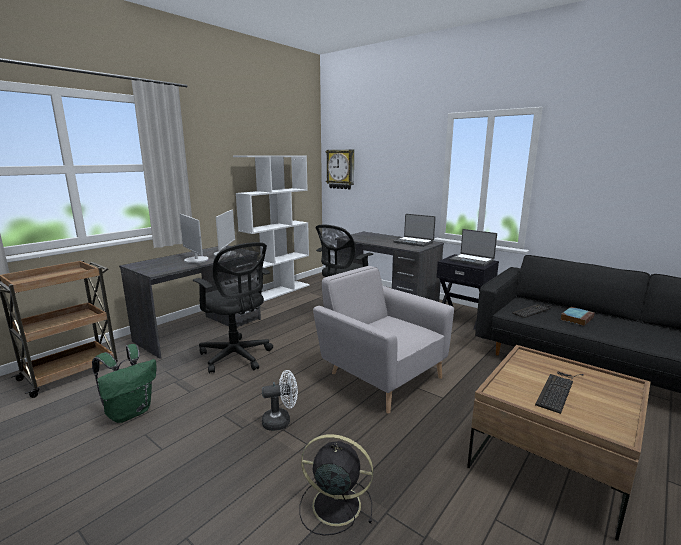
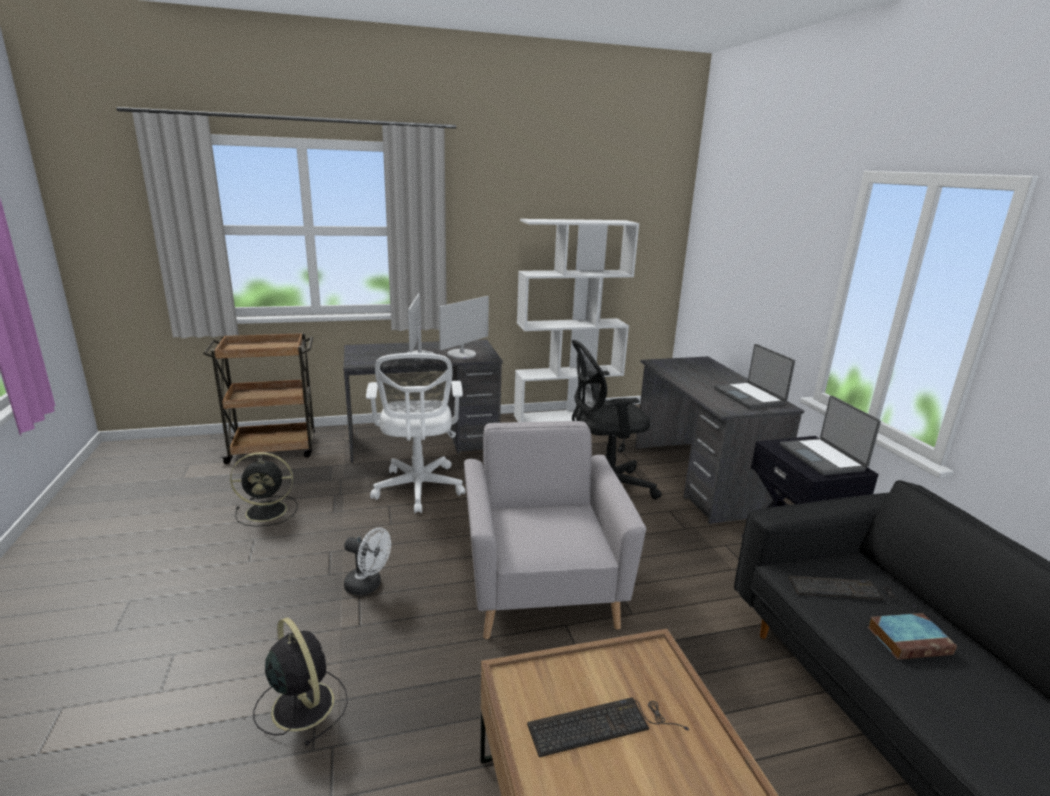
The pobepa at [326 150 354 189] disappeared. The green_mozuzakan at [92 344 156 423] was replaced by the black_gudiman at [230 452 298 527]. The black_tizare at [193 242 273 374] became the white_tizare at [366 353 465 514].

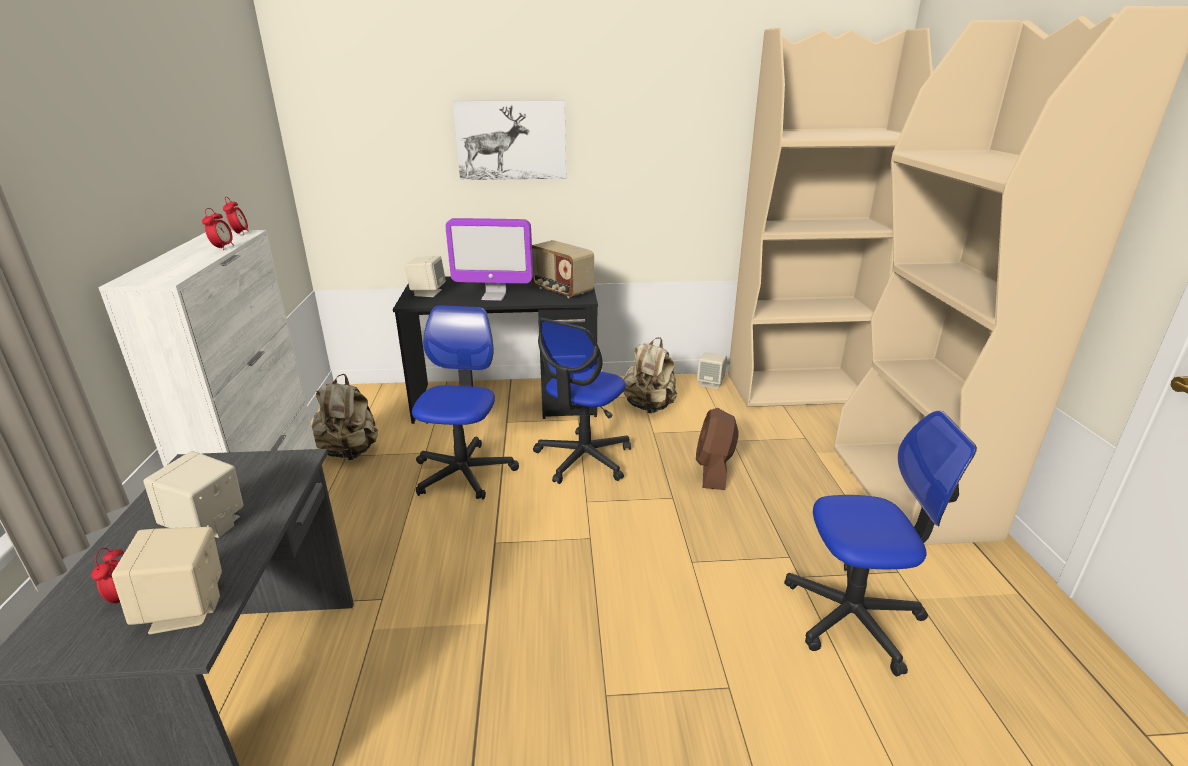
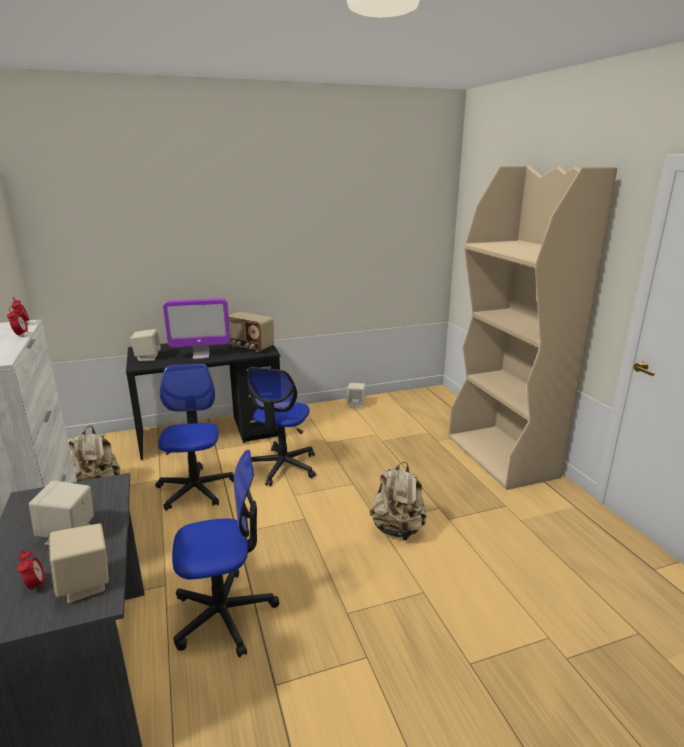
The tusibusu at [453 100 566 180] disappeared. The brown_gudiman at [696 408 739 490] disappeared. The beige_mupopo at [728 28 933 407] disappeared. The beige_mozuzakan moved from [623 337 677 413] to [370 462 427 541]. The tizare moved from [784 411 977 676] to [172 450 279 658].

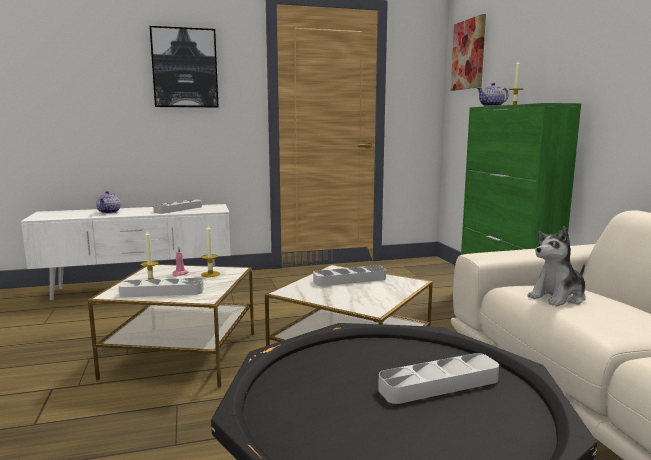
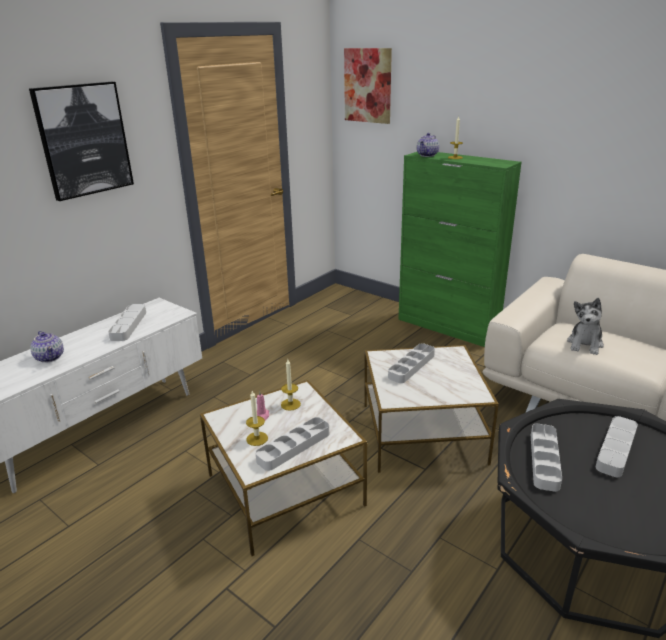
The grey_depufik at [531 424 562 492] appeared.

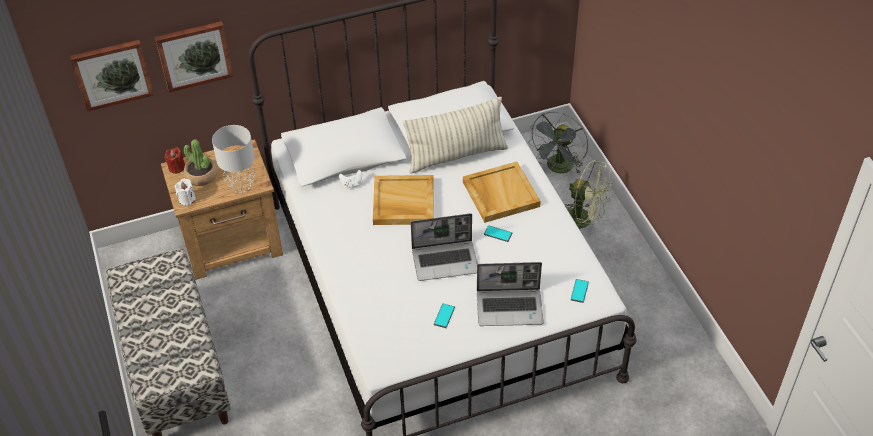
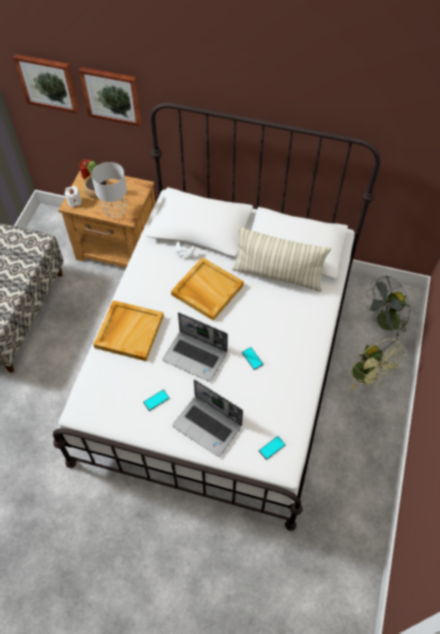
The beige_depufik moved from [463 162 541 223] to [93 300 164 361].

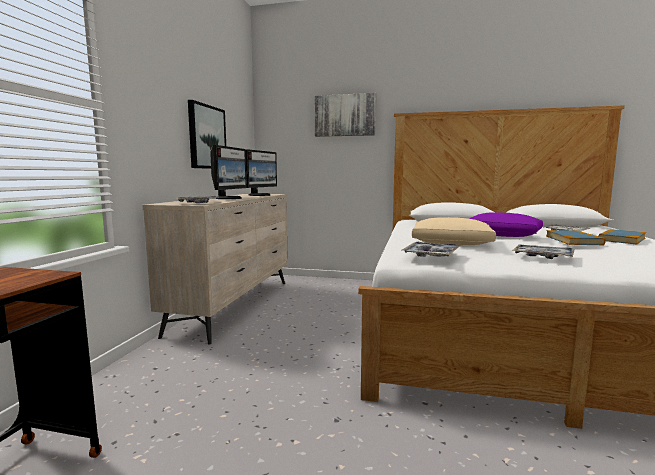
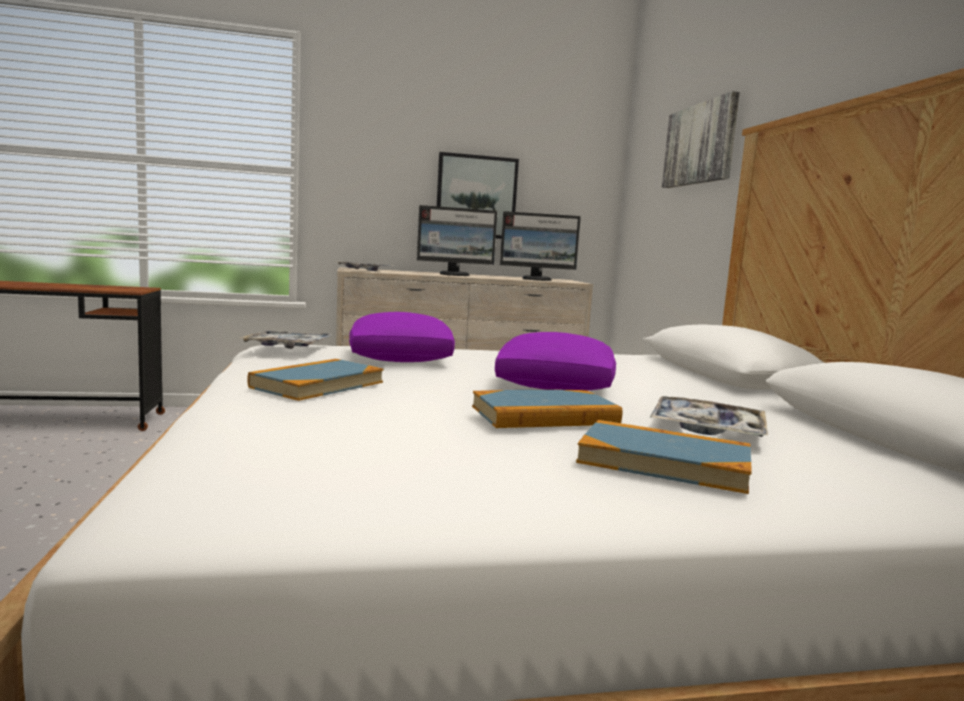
The depufik at [512 245 575 259] was replaced by the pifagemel at [248 359 383 401]. The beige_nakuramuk at [412 217 496 245] became the purple_nakuramuk at [349 312 455 362].

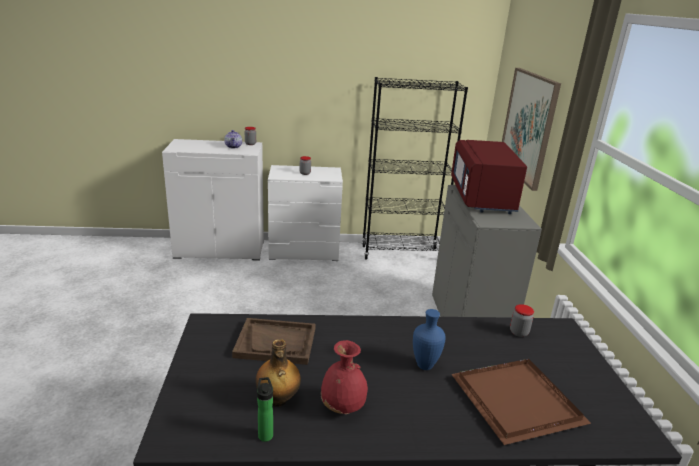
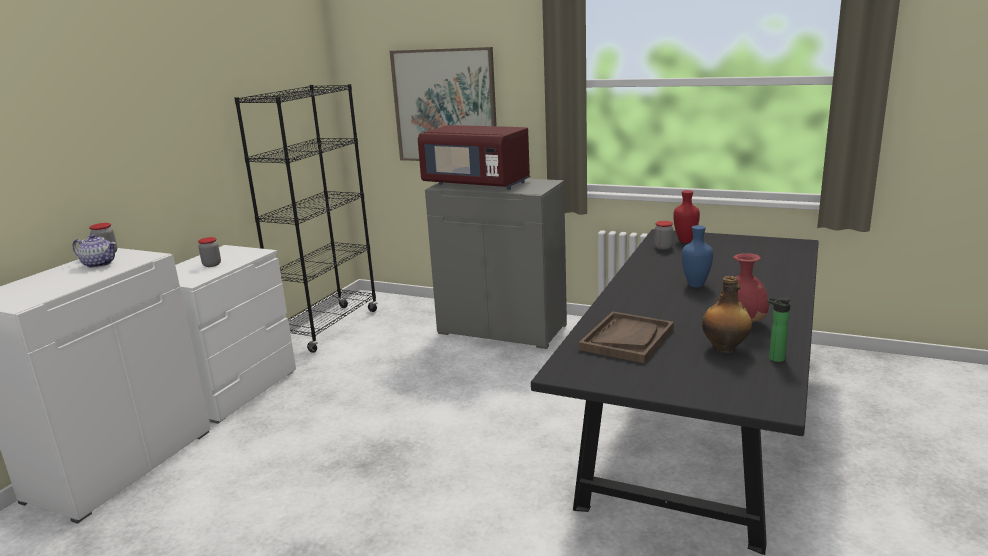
The brown_depufik at [451 359 591 445] disappeared. The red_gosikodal at [673 190 700 243] appeared.

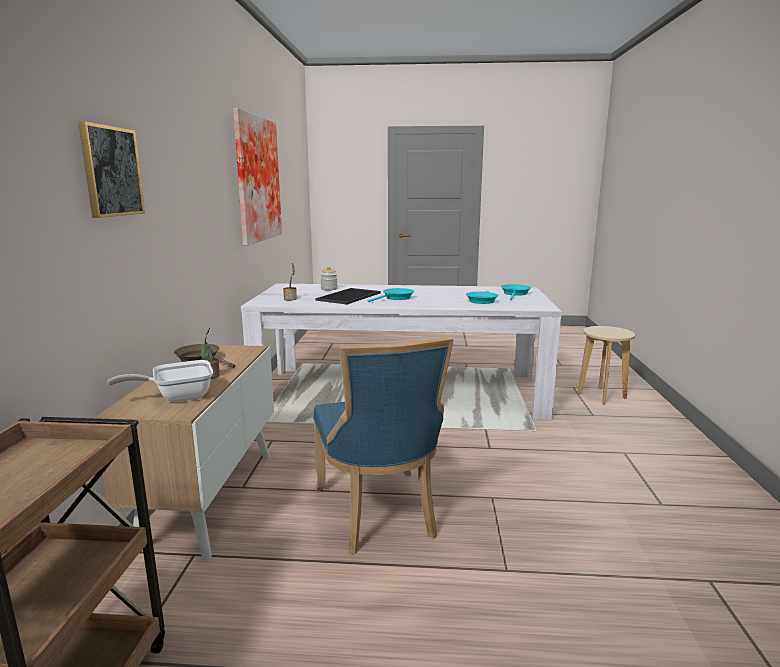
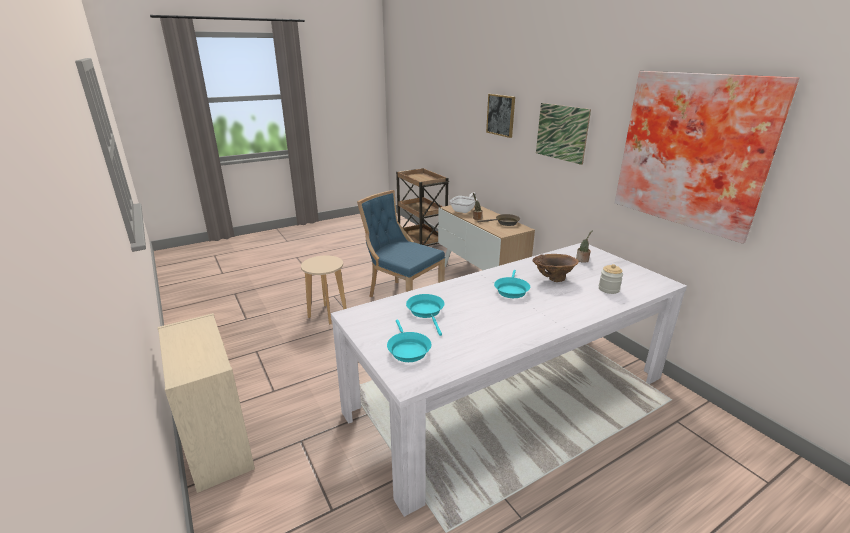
The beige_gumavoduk at [157 313 255 493] appeared. The tusibusu at [536 103 591 165] appeared. The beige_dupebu moved from [578 326 635 404] to [301 255 347 324]. The depufik at [315 288 381 305] was replaced by the brown_gosikodal at [533 254 579 282].

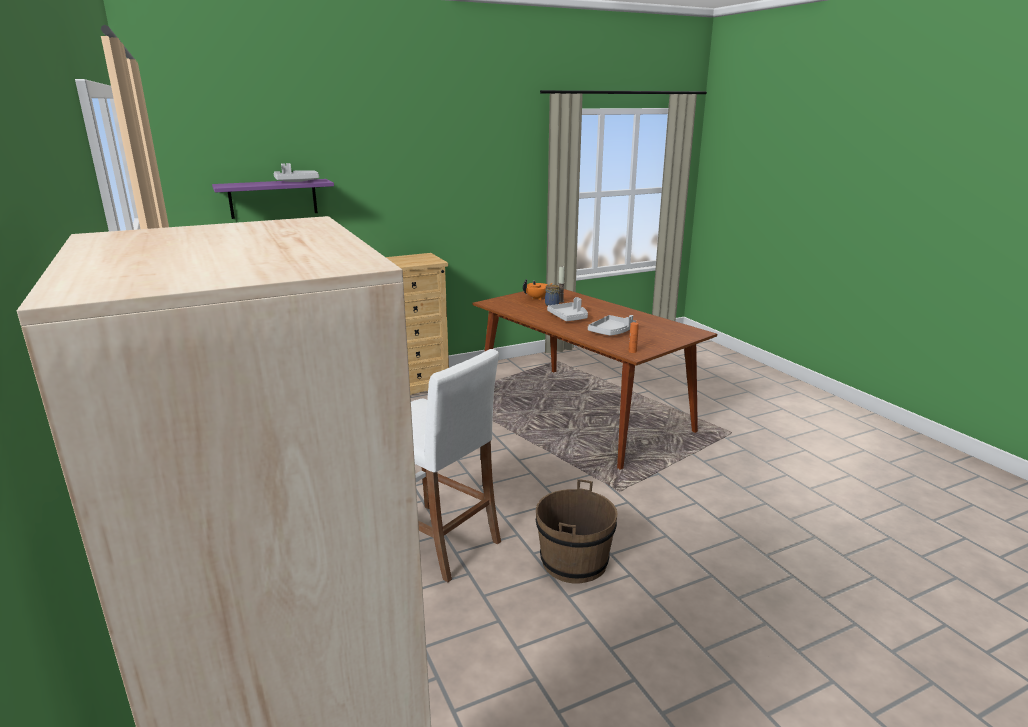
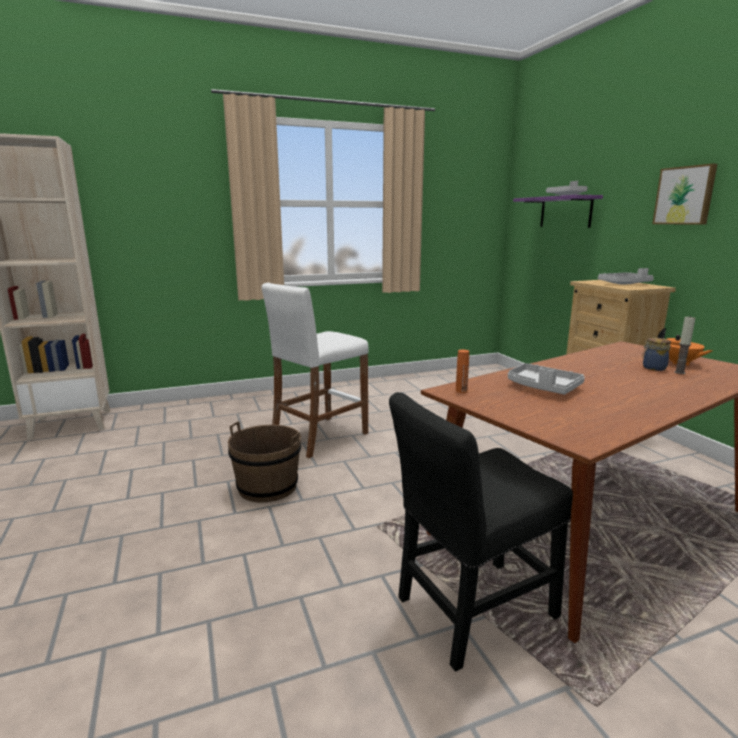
The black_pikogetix at [389 392 573 672] appeared. The tusibusu at [652 164 717 225] appeared. The grey_depufik moved from [547 297 588 321] to [598 268 654 285].

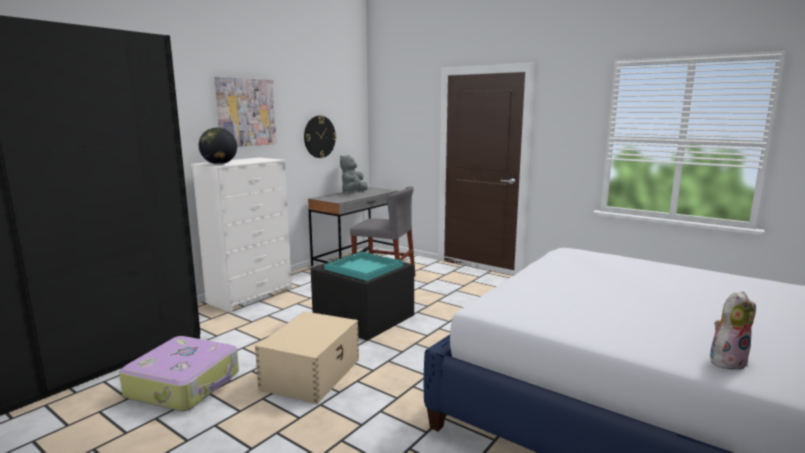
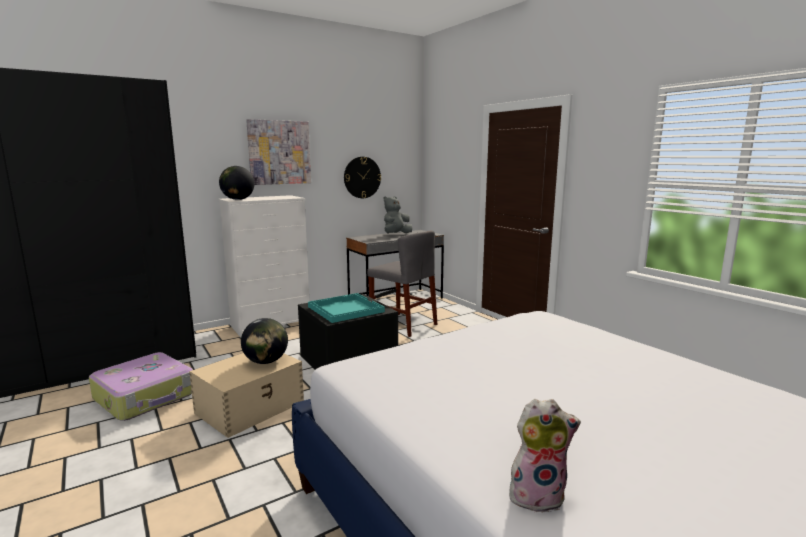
The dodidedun at [241 318 288 364] appeared.

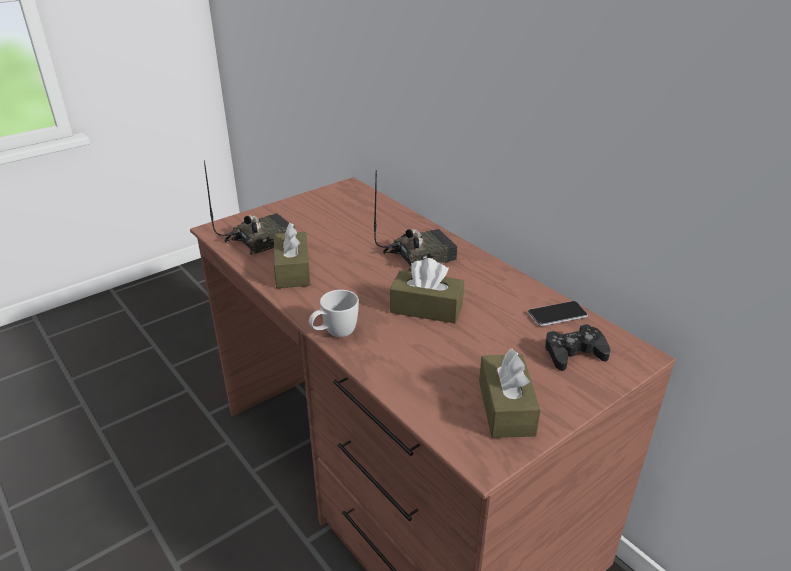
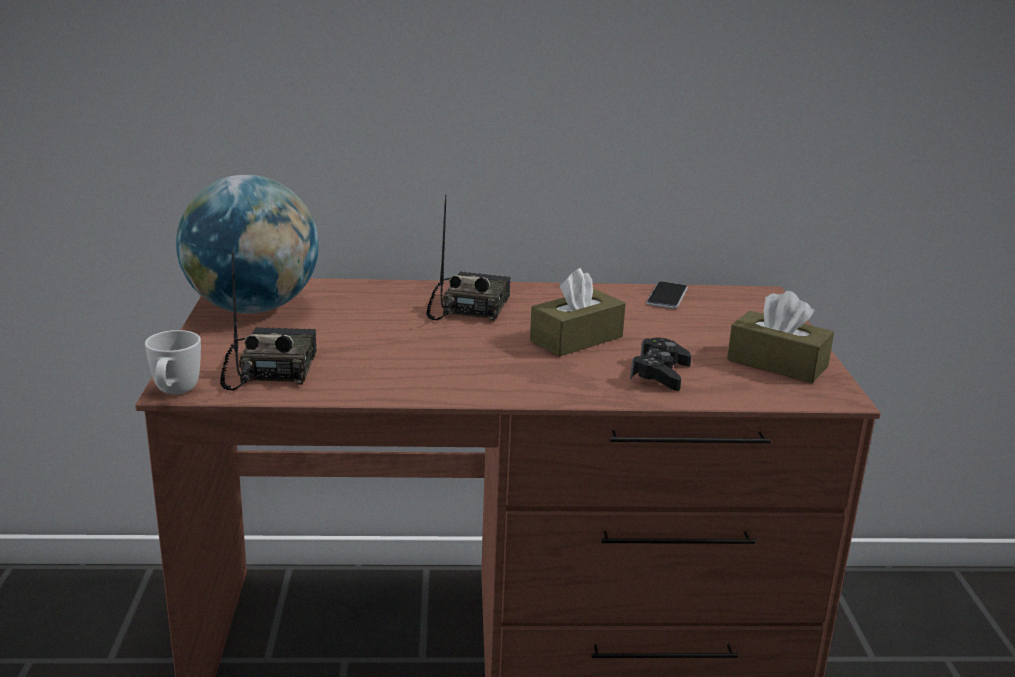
The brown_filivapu at [274 223 311 288] disappeared. The dodidedun at [176 175 319 314] appeared. The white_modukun moved from [309 290 359 337] to [145 330 201 394]. The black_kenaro moved from [545 324 610 371] to [630 338 691 391].

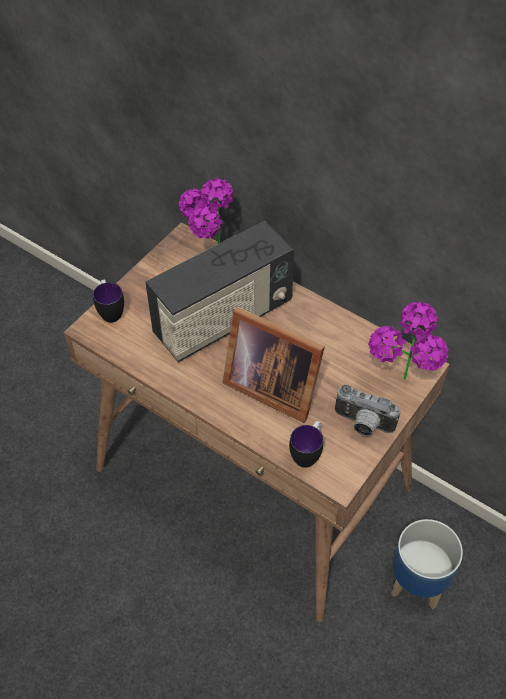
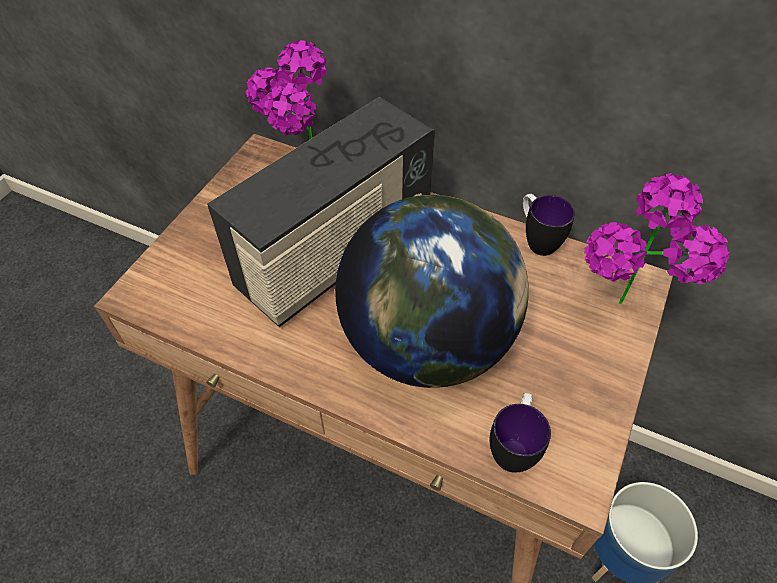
The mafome at [335 385 400 436] disappeared. The modukun moved from [93 280 124 322] to [522 194 575 256]. The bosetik at [222 306 325 423] was replaced by the dodidedun at [335 195 529 388].

